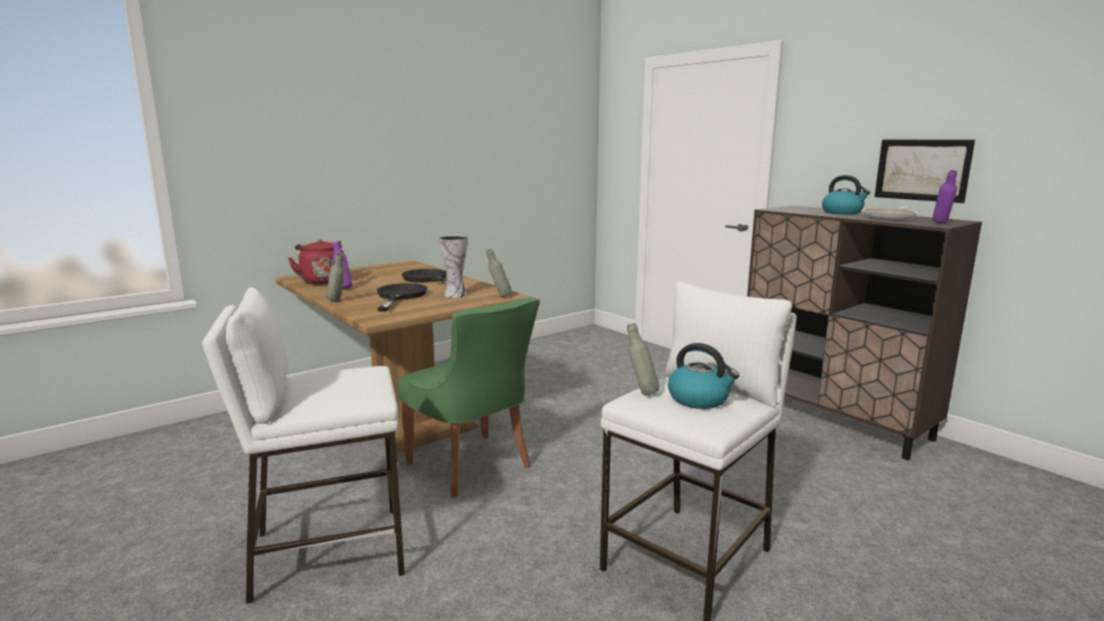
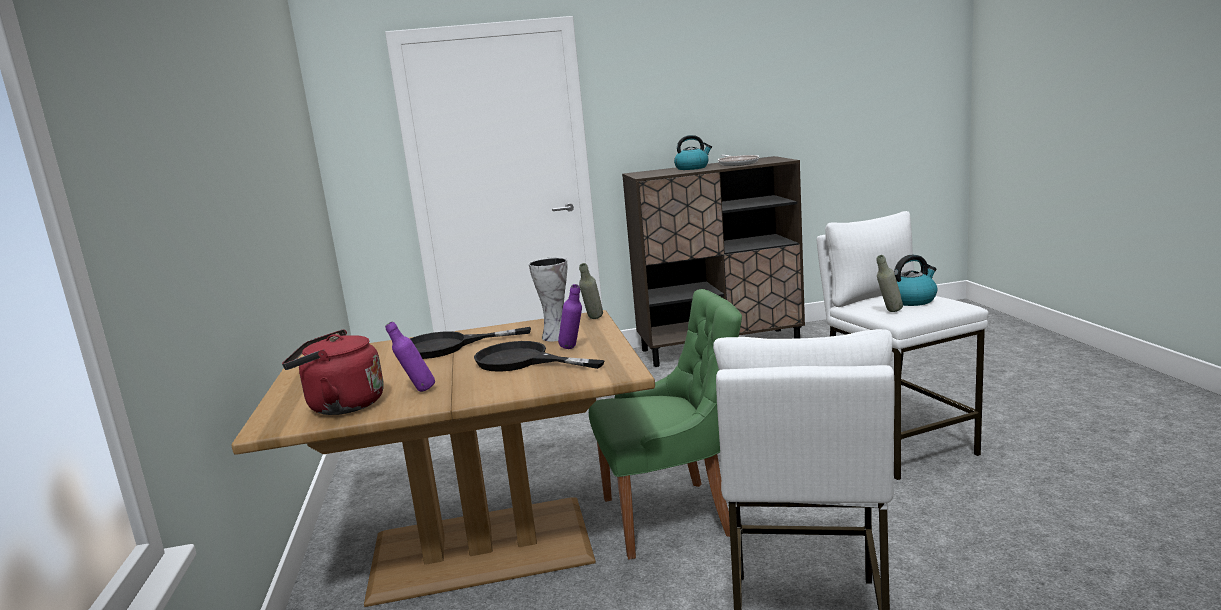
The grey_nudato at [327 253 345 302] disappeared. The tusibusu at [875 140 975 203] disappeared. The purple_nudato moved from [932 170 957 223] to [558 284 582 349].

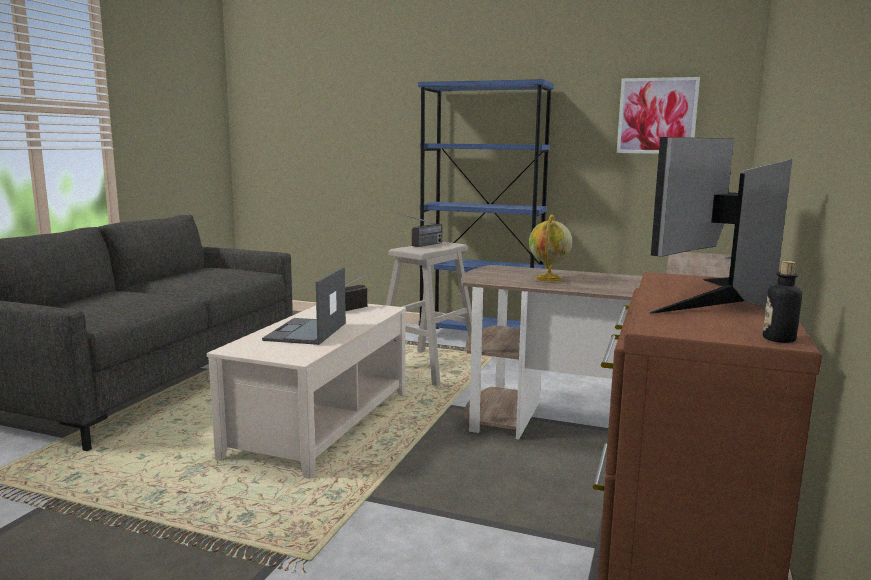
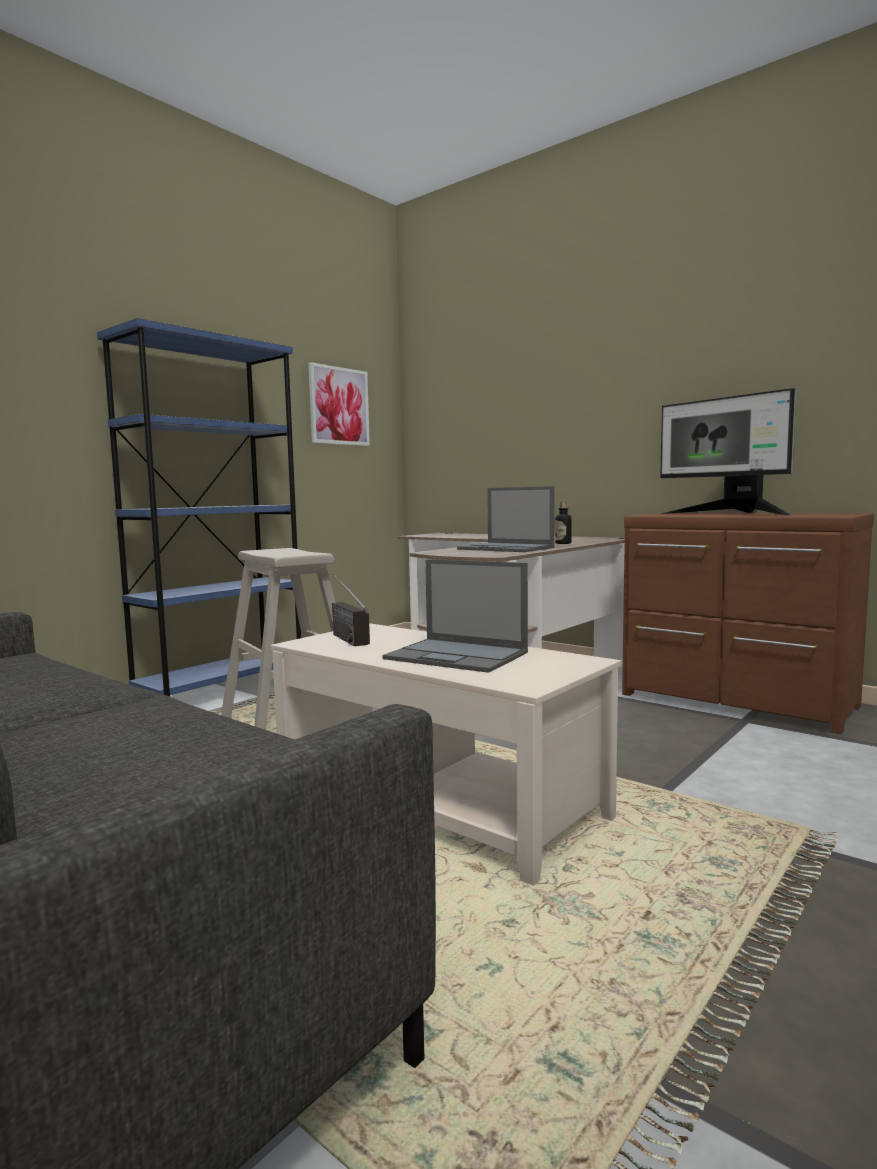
The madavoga at [398 213 442 247] disappeared. The nudato moved from [763 261 802 343] to [555 502 572 544]. The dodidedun at [529 214 572 282] was replaced by the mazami at [457 486 554 552].

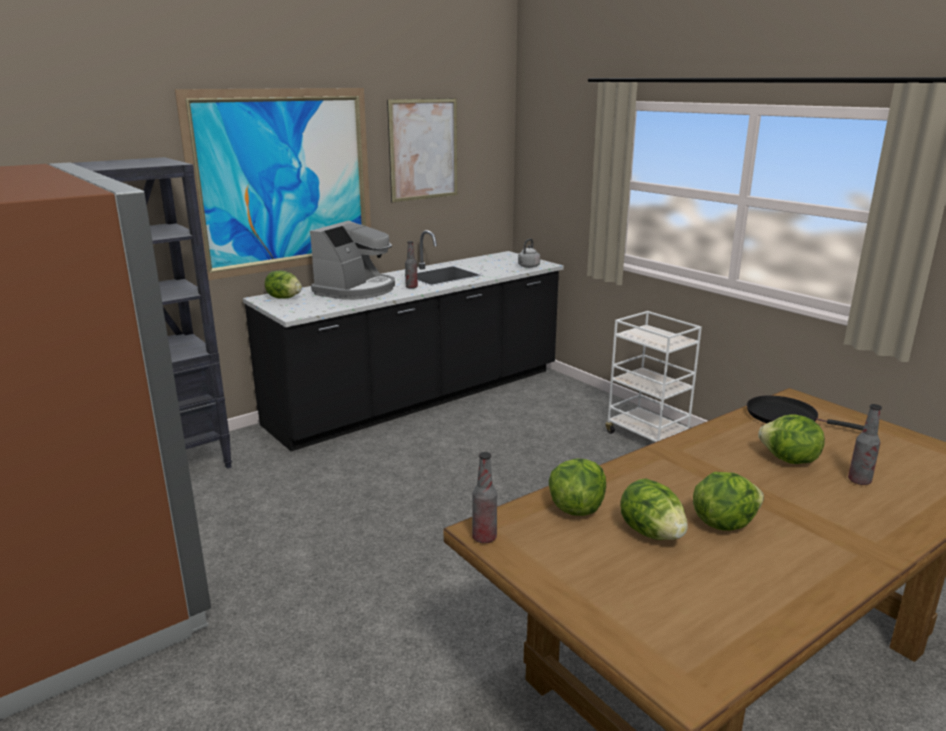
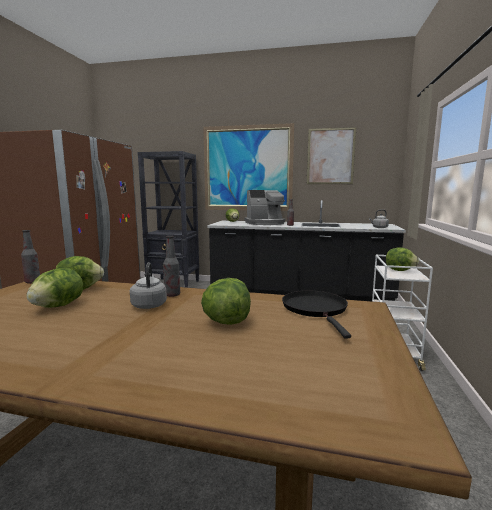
The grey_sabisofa at [130 262 167 309] appeared. The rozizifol moved from [693 472 764 531] to [386 247 419 271]. The nudato moved from [848 404 882 485] to [163 236 180 297].

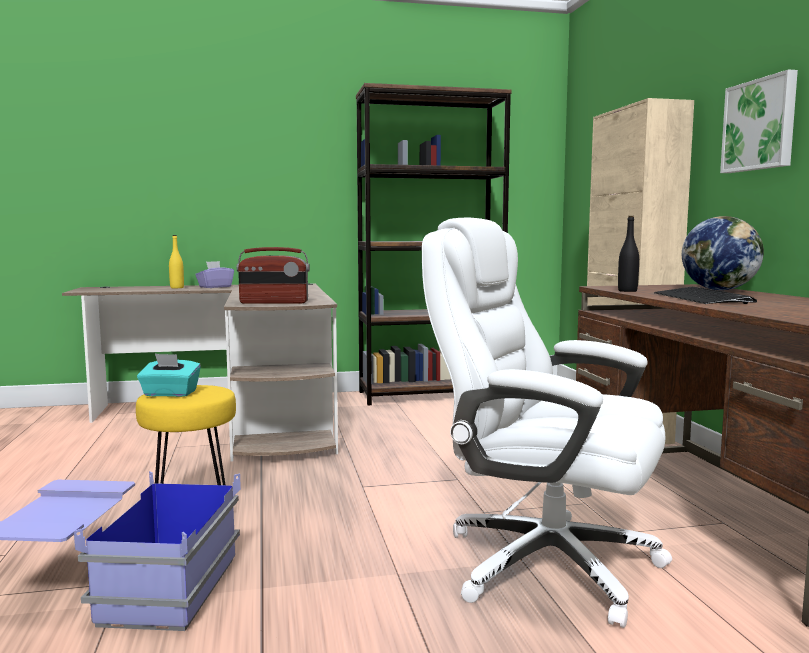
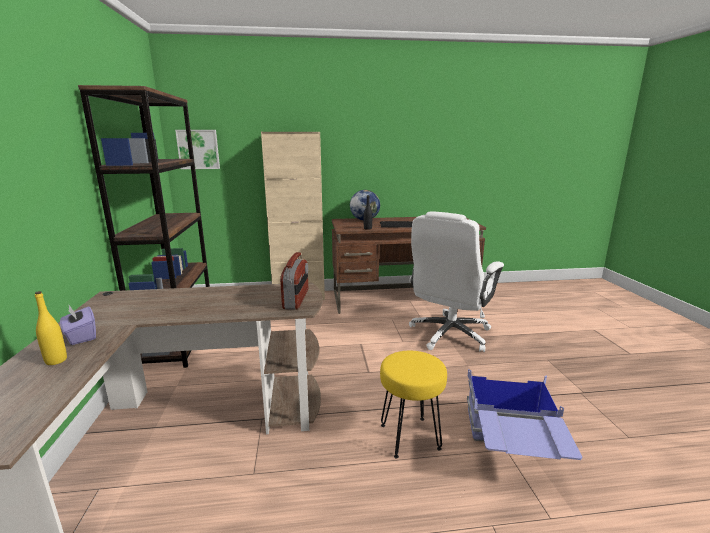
The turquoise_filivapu at [137 354 201 397] disappeared. The tusibusu moved from [720 70 798 173] to [175 130 220 169].

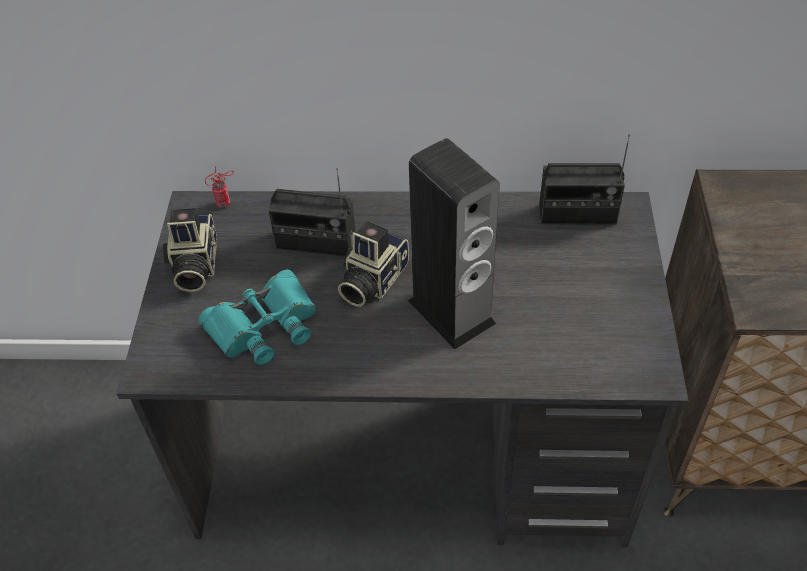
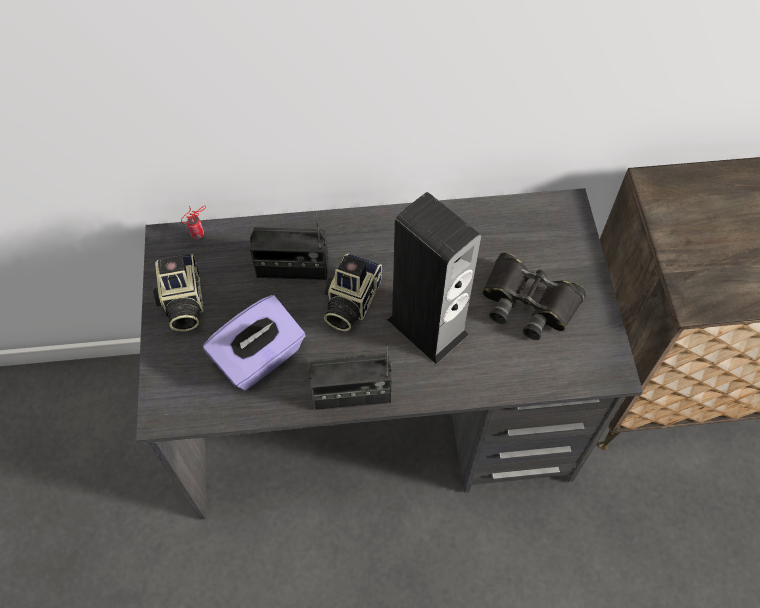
The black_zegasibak at [482 253 586 340] appeared. The madavoga moved from [539 134 630 225] to [308 346 392 410]. The turquoise_zegasibak at [199 270 316 365] was replaced by the purple_filivapu at [203 295 306 391].

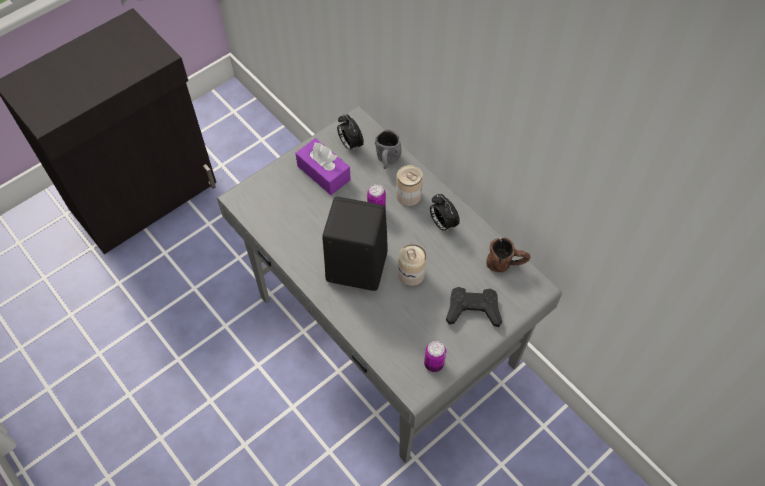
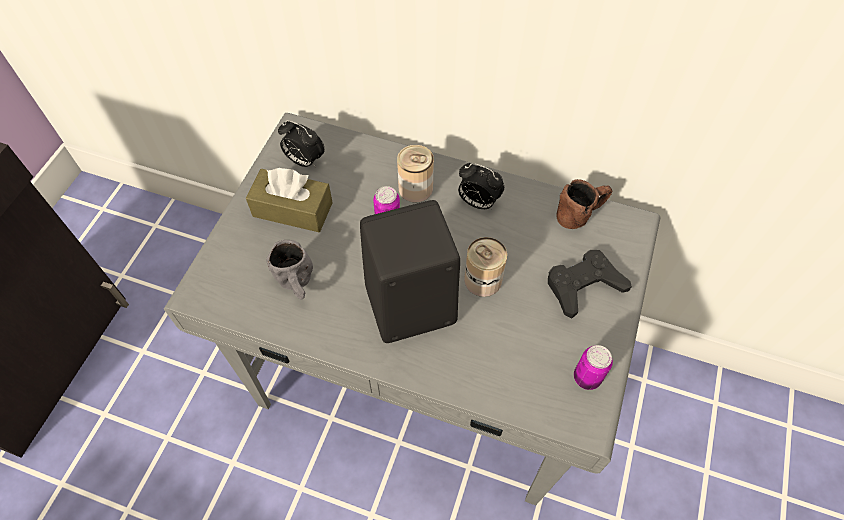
The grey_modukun moved from [375 129 402 169] to [266 240 313 300]. The purple_filivapu at [296 138 351 195] became the brown_filivapu at [246 168 333 232].

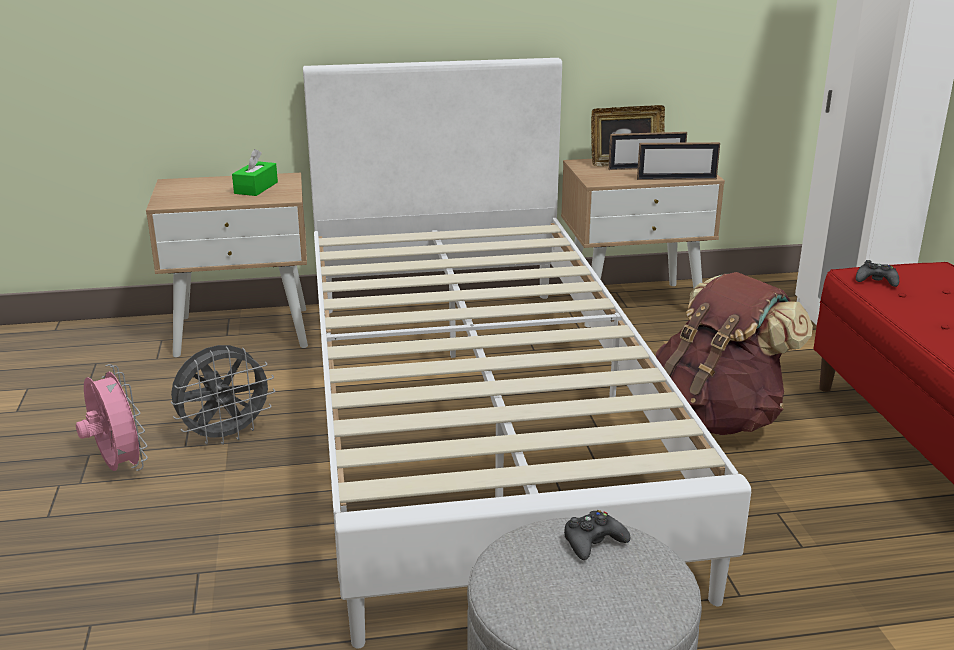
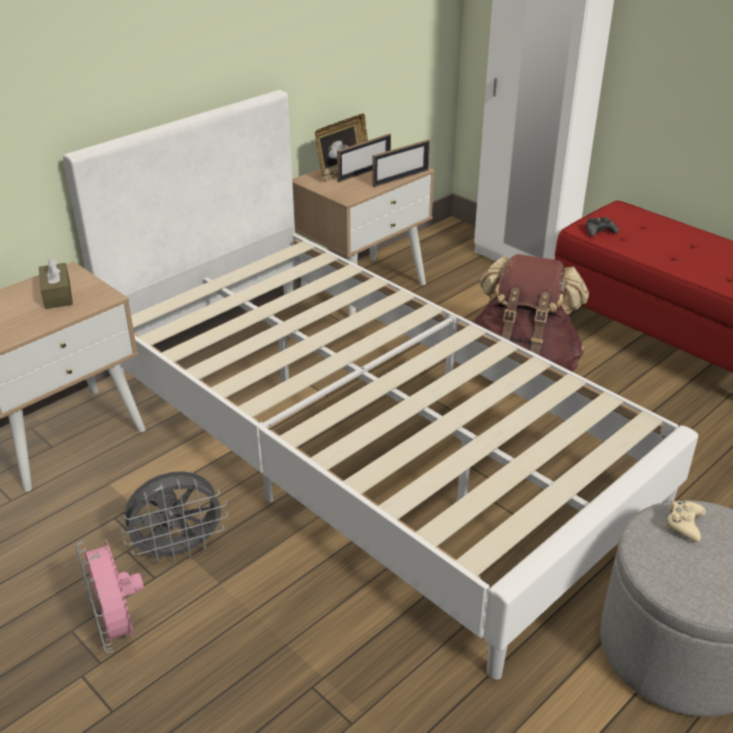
The green_filivapu at [232 149 278 196] became the brown_filivapu at [39 256 73 309]. The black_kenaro at [564 510 630 560] became the beige_kenaro at [664 499 706 542]. The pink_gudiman at [76 364 148 471] turned 135 degrees counterclockwise. The grey_gudiman at [171 345 275 445] turned 45 degrees clockwise.

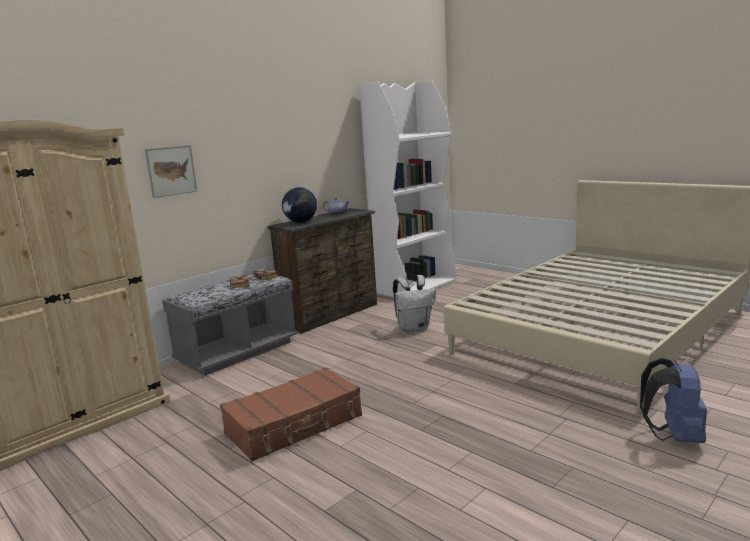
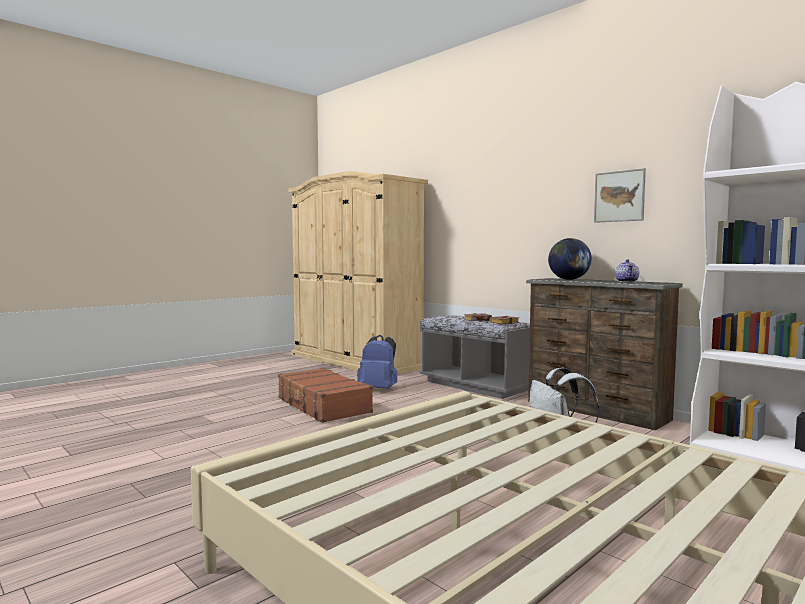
The tusibusu moved from [145 145 197 198] to [594 168 646 223]. The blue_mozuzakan moved from [640 358 707 443] to [357 335 397 389].

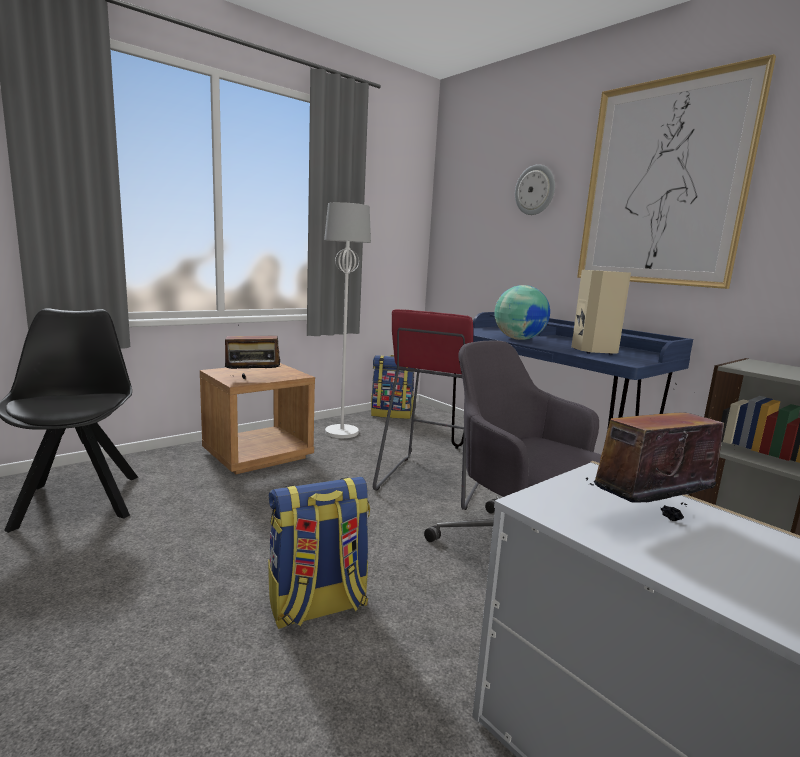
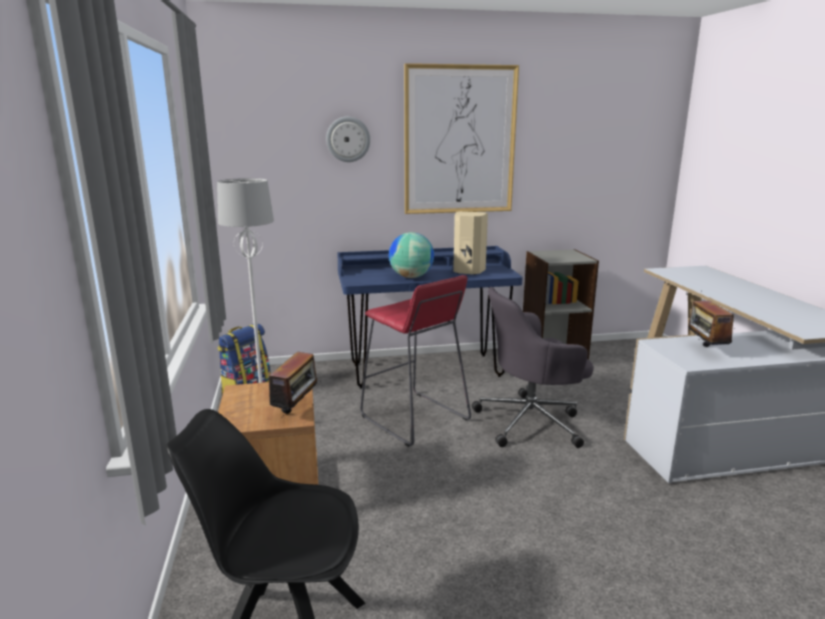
The mozuzakan at [268 476 370 629] disappeared.

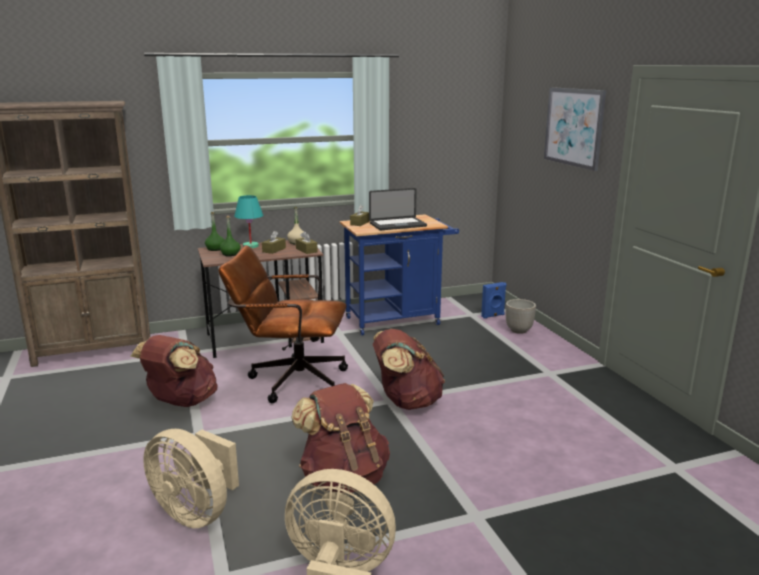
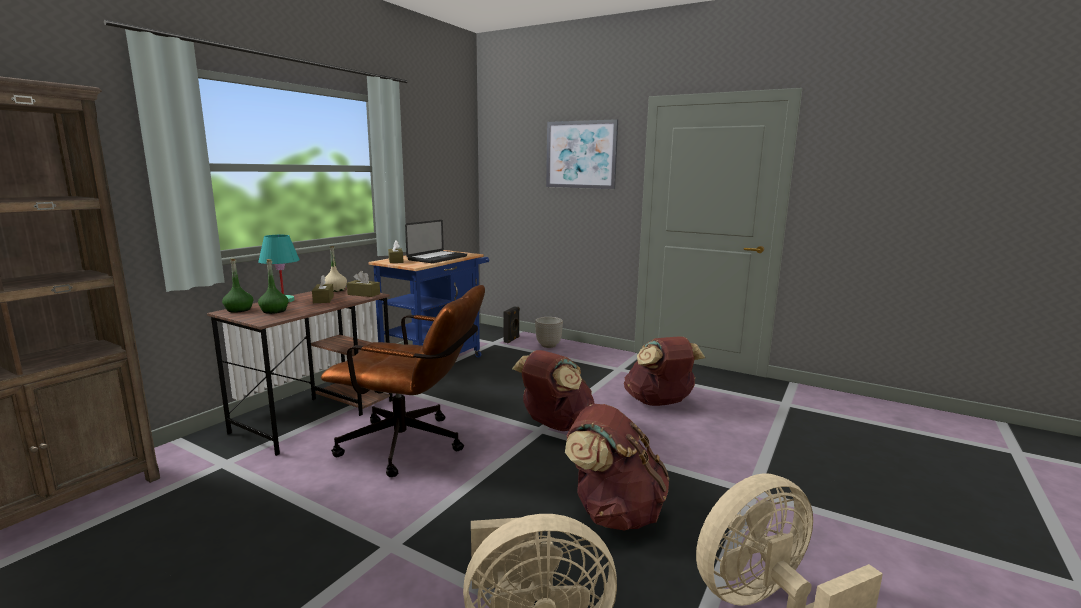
The brown_mozuzakan moved from [130 335 218 407] to [624 336 705 406]. The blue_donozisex at [481 282 506 319] became the black_donozisex at [504 307 520 343]. The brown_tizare at [218 245 348 403] turned 135 degrees counterclockwise.

